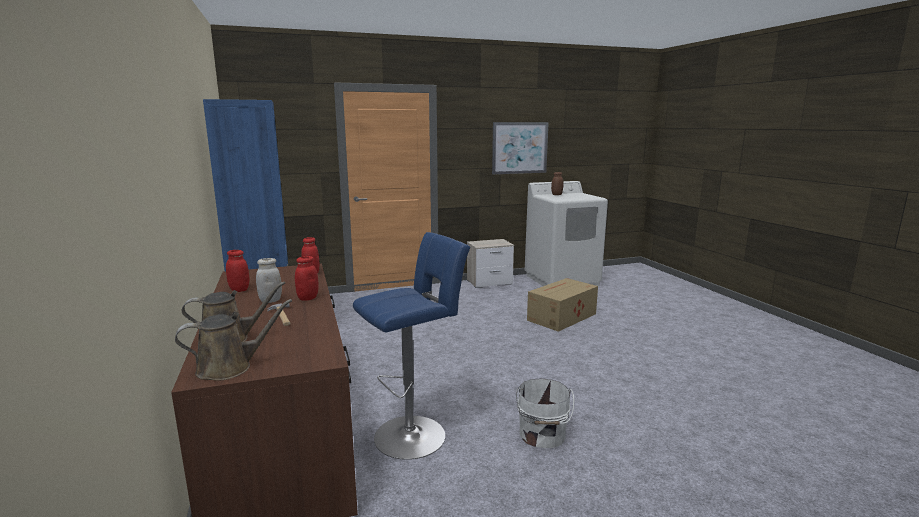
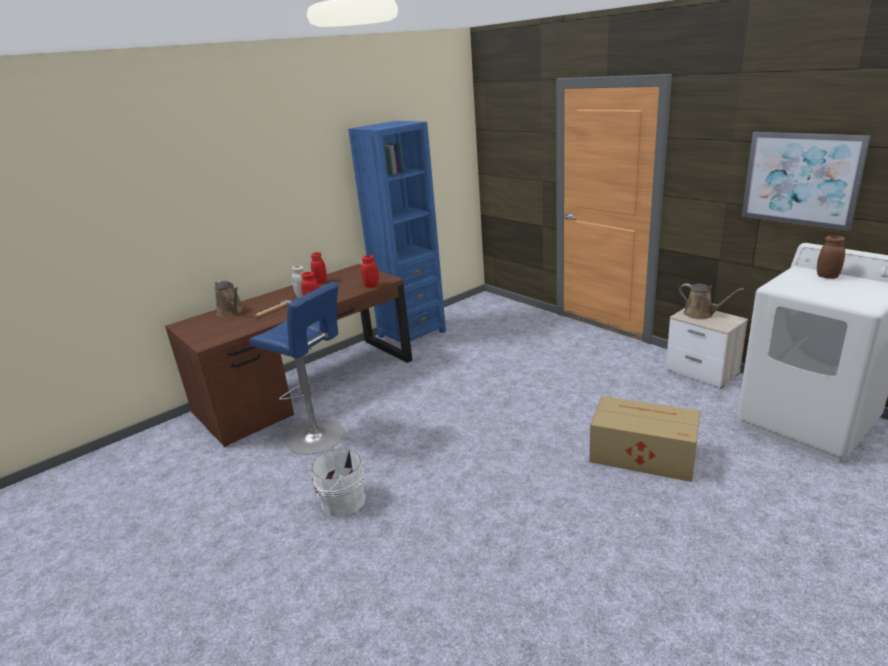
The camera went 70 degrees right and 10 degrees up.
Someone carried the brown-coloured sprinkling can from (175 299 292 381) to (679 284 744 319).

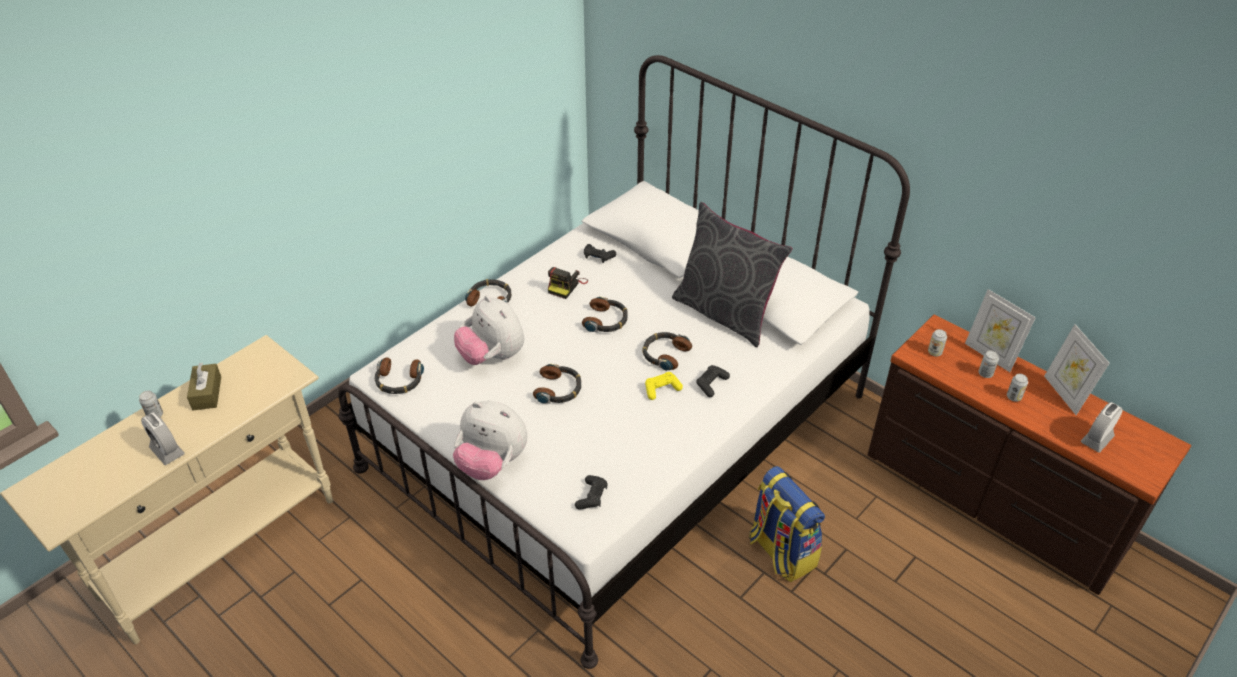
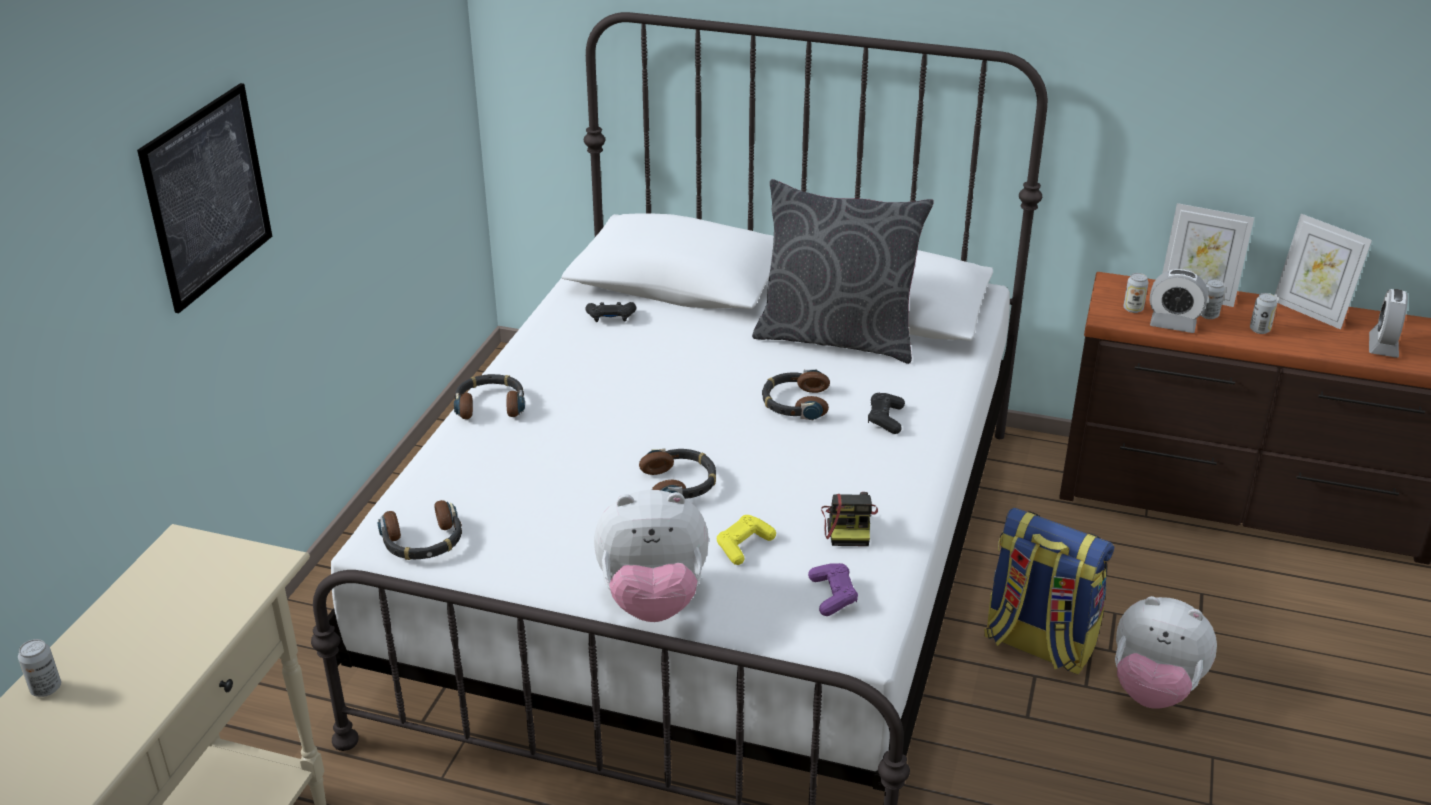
The camera went 25 degrees left and 10 degrees down.
Someone took away the brown-coloured box of tissues at (187 363 221 410).
Someone took away the pair of headphones at (582 296 628 332).
Someone put up the wall picture at (137 83 272 313).
Someone carried the bedside clock from (141 412 185 465) to (1150 269 1208 333).
Someone carried the plush toy from (454 295 524 365) to (1115 596 1217 709).
Someone carried the photo camera from (548 267 588 299) to (821 492 878 546).
Someone carried the yellow game controller from (645 372 683 400) to (717 515 776 565).
Someone repainted the black-coloured game controller at (575 475 607 510), which became the purple game controller at (808 563 858 616).

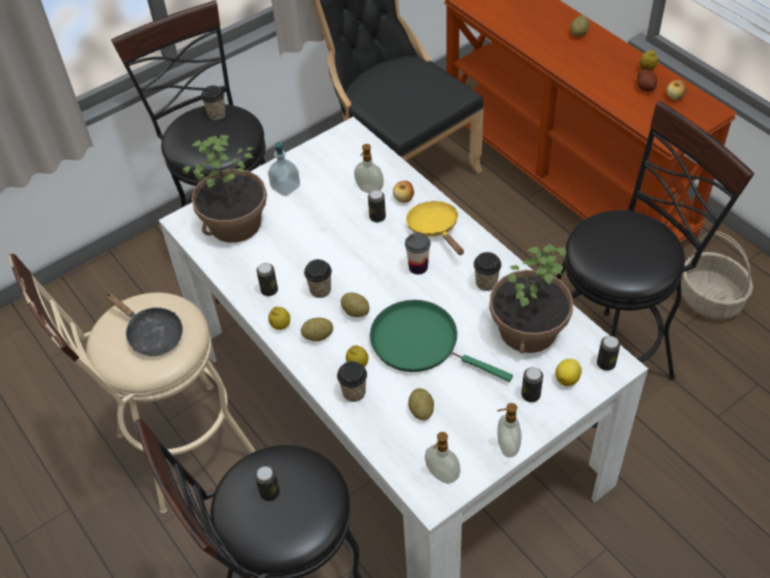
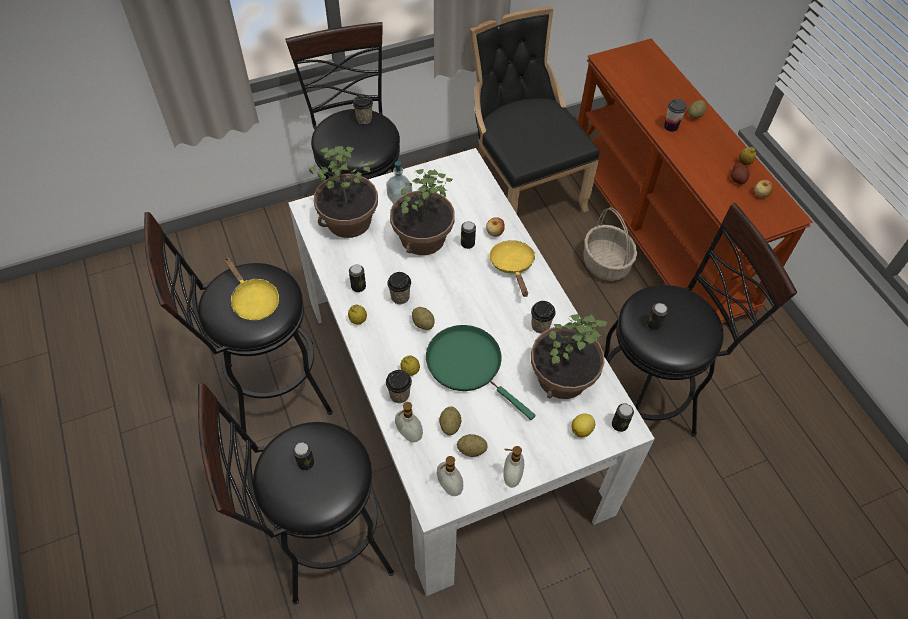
The camera went 10 degrees right and 5 degrees up.
Someone put down the plant in a pot at (390 169 455 255).
Someone carried the potato from (301 318 333 341) to (457 434 488 457).
Someone carried the soap bottle from (354 144 384 193) to (395 402 423 442).
Someone carried the drinking cup from (405 233 431 275) to (664 99 687 132).
Someone carried the sealed can from (521 367 543 402) to (647 303 668 331).
Someone carried the basket from (681 231 753 319) to (583 208 637 281).
Someone repainted the beige-coloured sitting stool at (8 254 256 514), which became the black-coloured sitting stool at (144 212 333 440).
Someone repainted the black-coloured frying pan at (104 292 183 356), which became the yellow frying pan at (224 256 279 321).

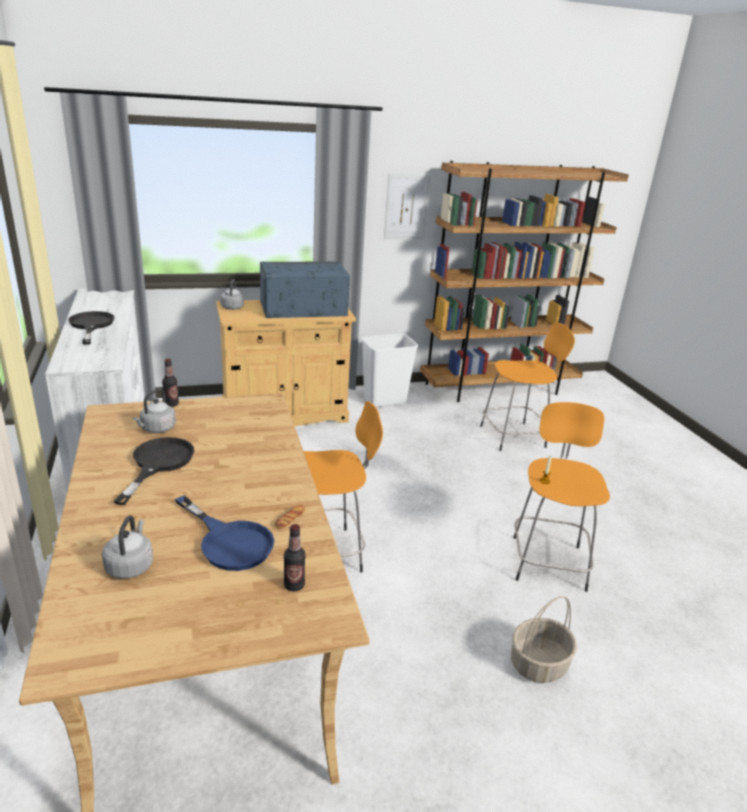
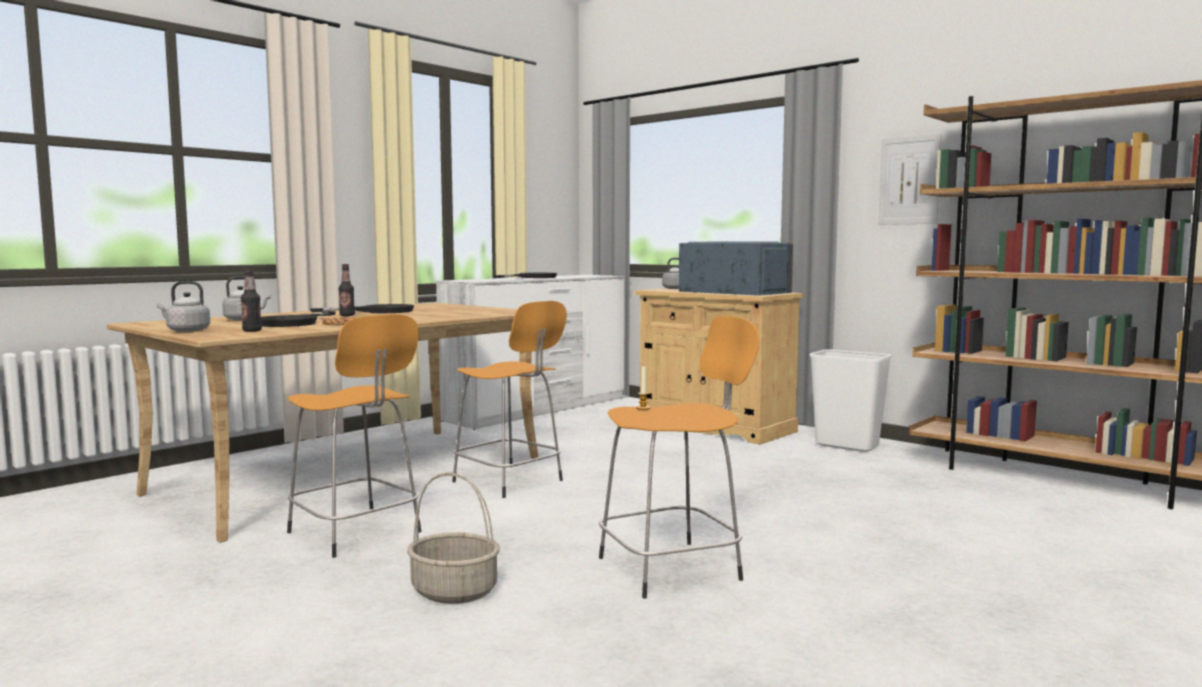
The camera went 60 degrees right and 20 degrees down.
Someone carried the grey tea kettle from (133 388 176 433) to (156 281 210 332).
Someone carried the beverage bottle from (162 359 179 407) to (339 264 355 316).
Someone carried the orange-coloured sitting stool from (480 322 575 451) to (287 314 421 558).
Someone repainted the blue frying pan at (175 495 274 571), which became the black-coloured frying pan at (261 311 336 327).

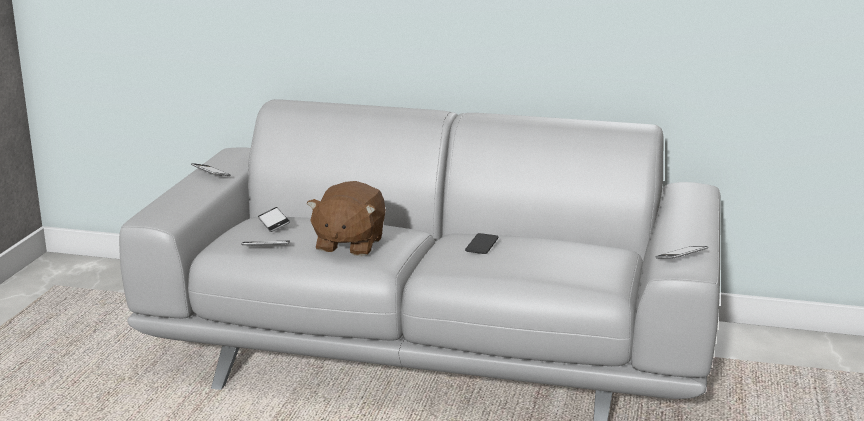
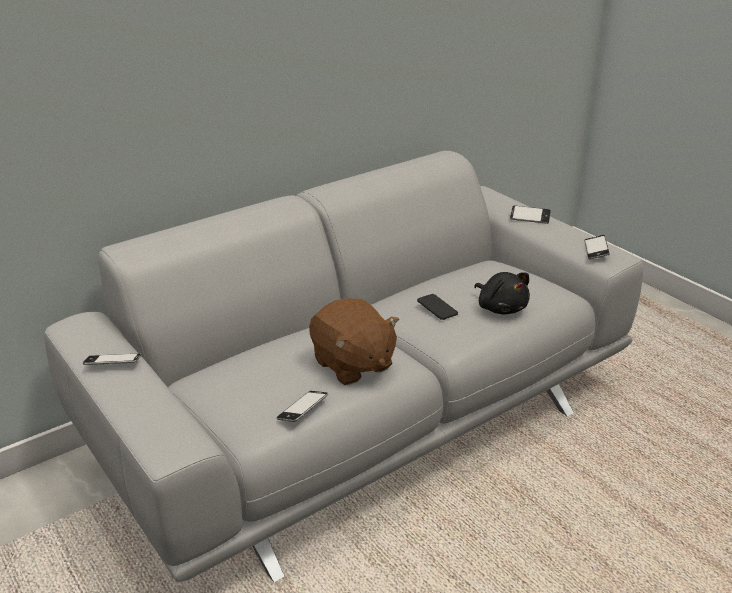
The camera went 50 degrees left and 10 degrees up.
Someone put down the black-coloured plush toy at (474 272 530 314).
Someone carried the phone from (258 207 290 232) to (510 205 551 224).

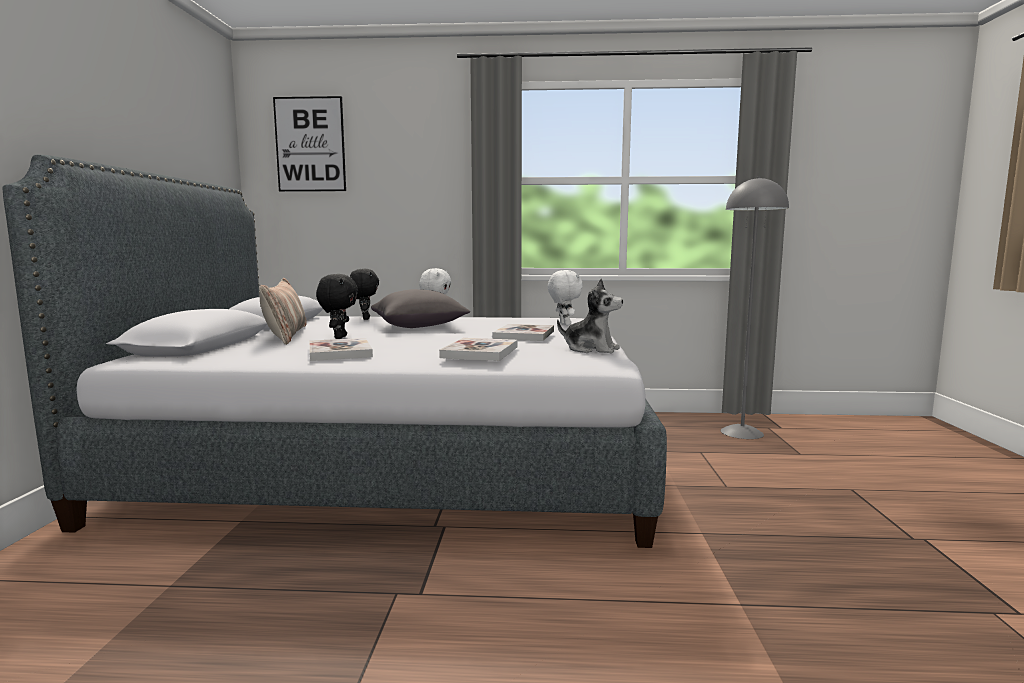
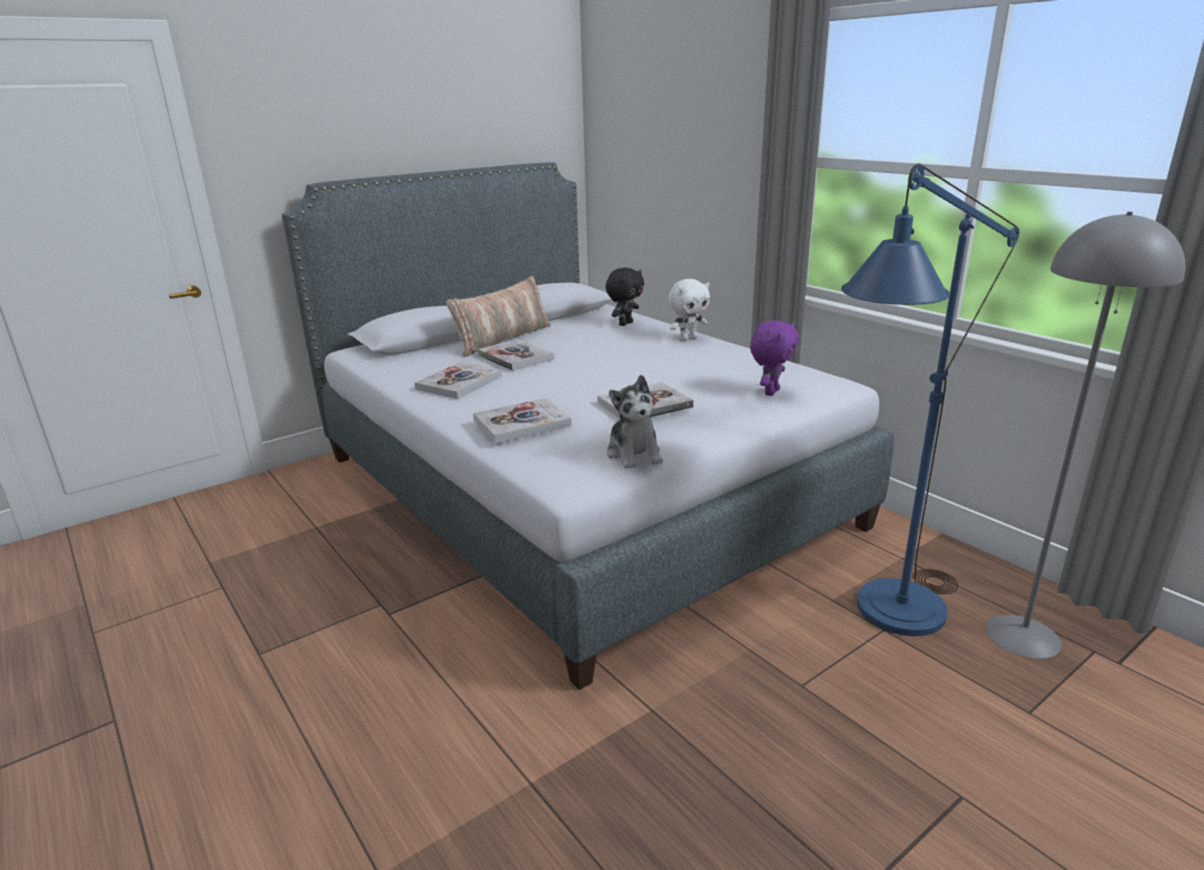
The camera went 50 degrees right and 15 degrees up.
Someone took away the wall picture at (273 96 346 192).
Someone took away the grey cushion at (371 289 470 328).
Someone put down the blue standing lamp at (841 164 1019 636).
Someone swapped the black-coloured plush toy at (316 274 358 339) for the book at (477 339 554 371).
Someone repainted the white plush toy at (548 270 583 325), which became the purple plush toy at (750 320 799 396).

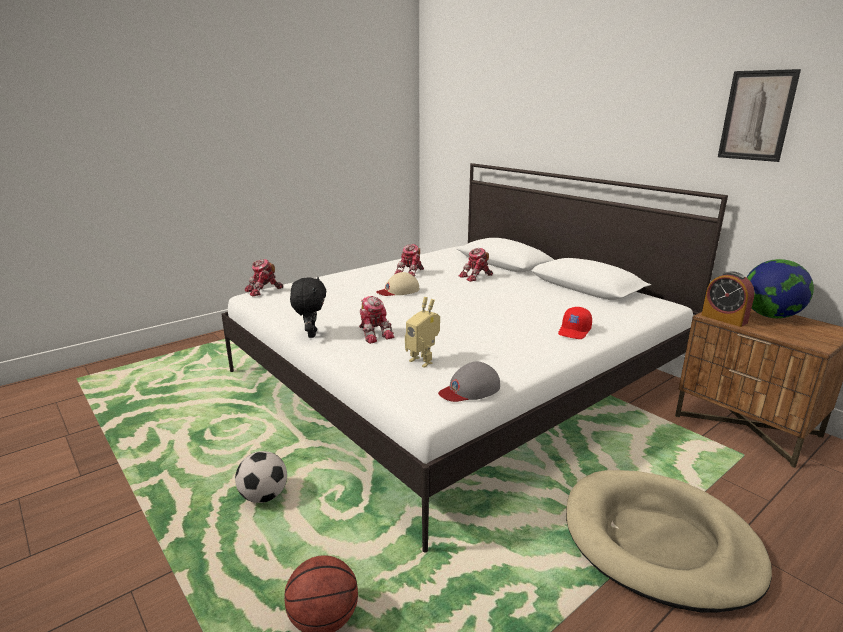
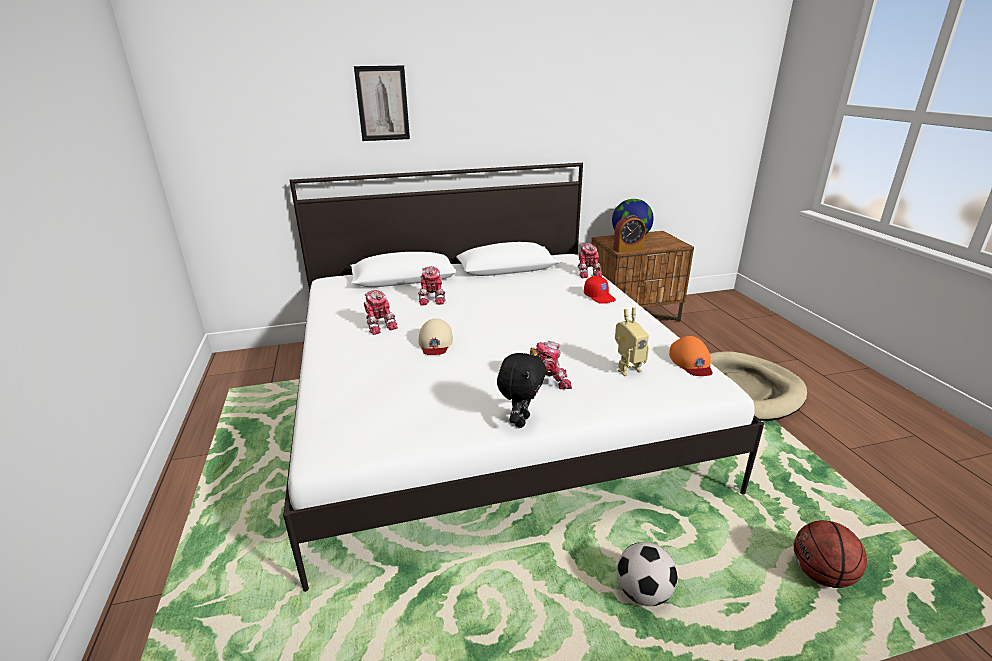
The camera went 65 degrees left and 5 degrees up.
Someone carried the toy robot from (245 259 283 297) to (578 243 602 278).
Someone carried the wall picture from (718 69 801 162) to (354 66 410 141).
Someone repainted the grey baseball cap at (438 362 500 402), which became the orange-coloured baseball cap at (669 336 713 376).
Someone rotated the black-coloured plush toy at (290 277 326 338) by 90 degrees clockwise.

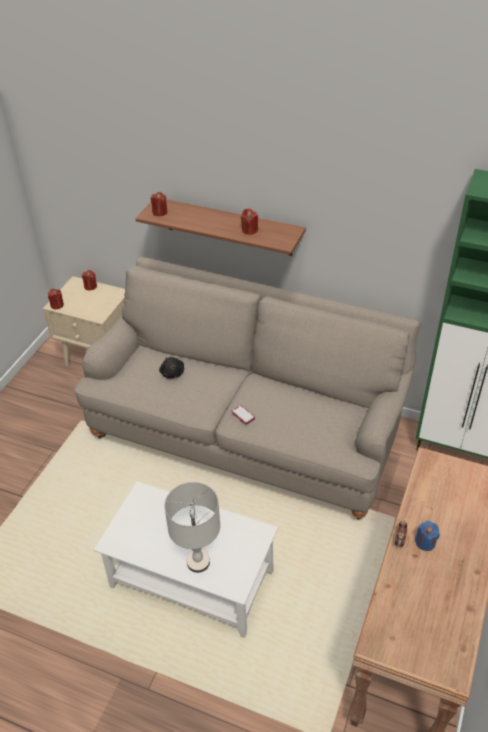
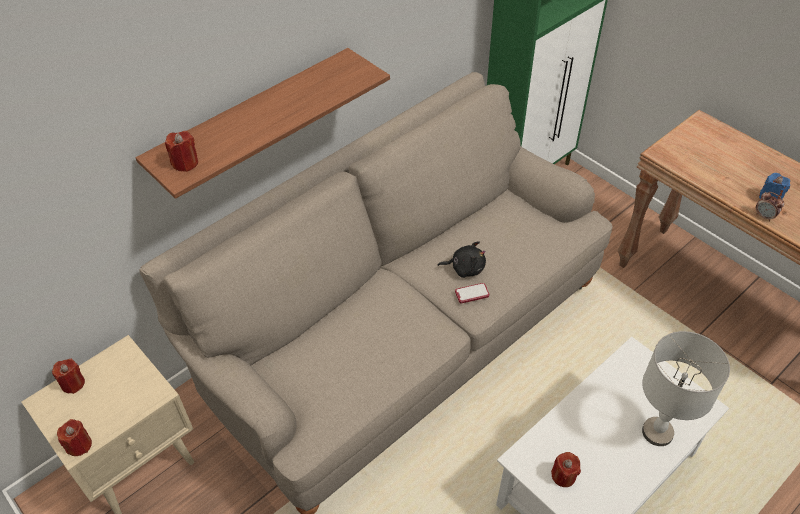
The camera went 65 degrees left and 5 degrees up.
Someone carried the black-coloured plush toy from (159 357 184 379) to (438 241 486 278).
Someone carried the red wax candle from (241 208 258 235) to (551 452 581 487).

